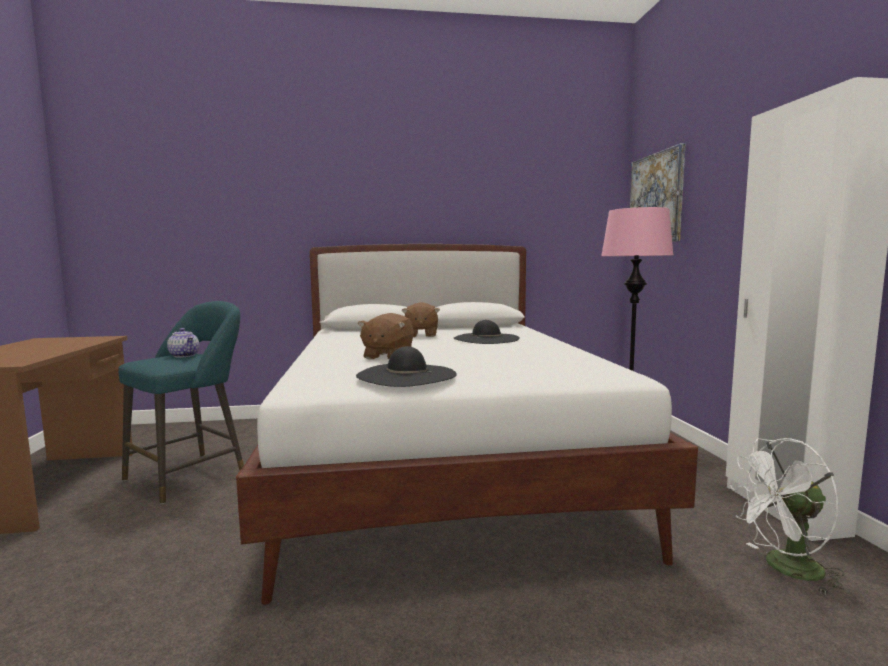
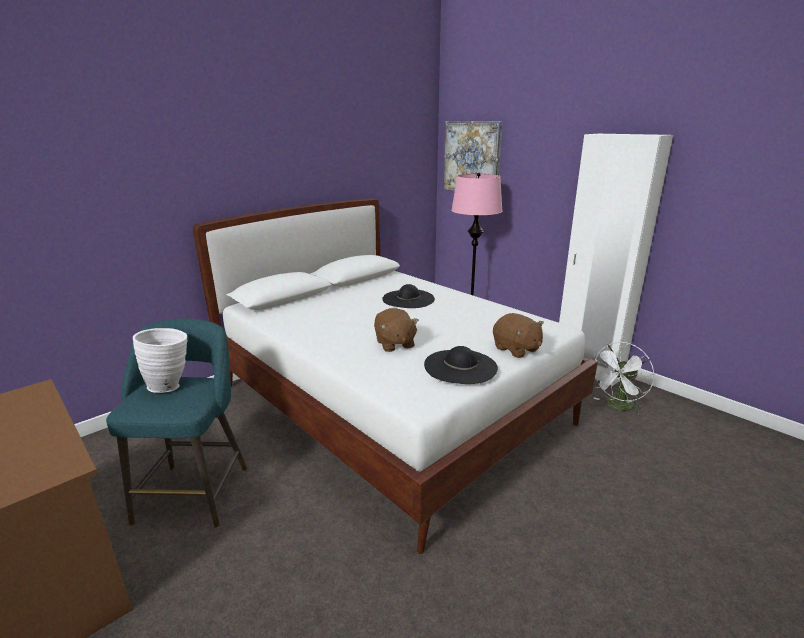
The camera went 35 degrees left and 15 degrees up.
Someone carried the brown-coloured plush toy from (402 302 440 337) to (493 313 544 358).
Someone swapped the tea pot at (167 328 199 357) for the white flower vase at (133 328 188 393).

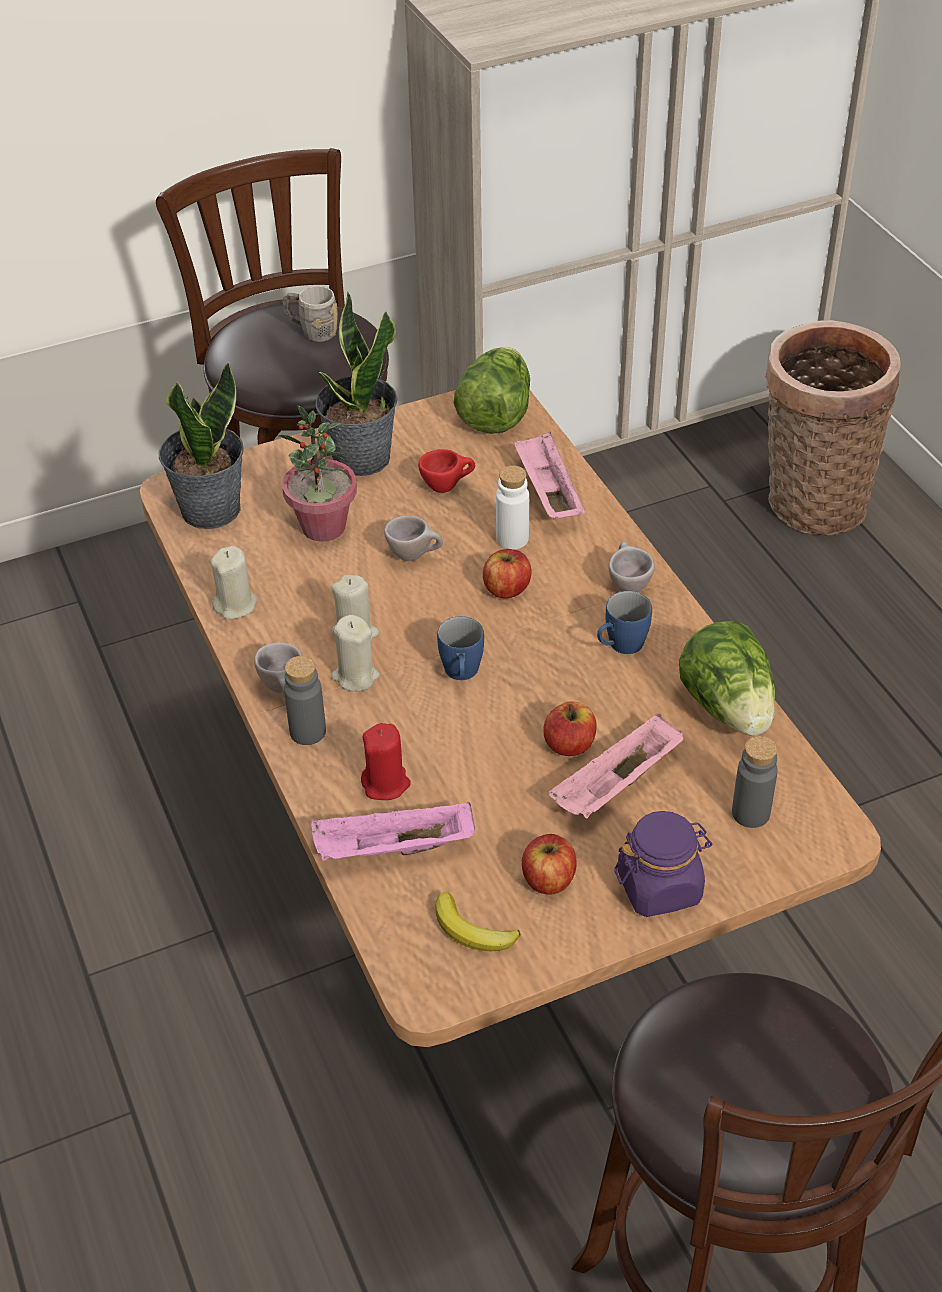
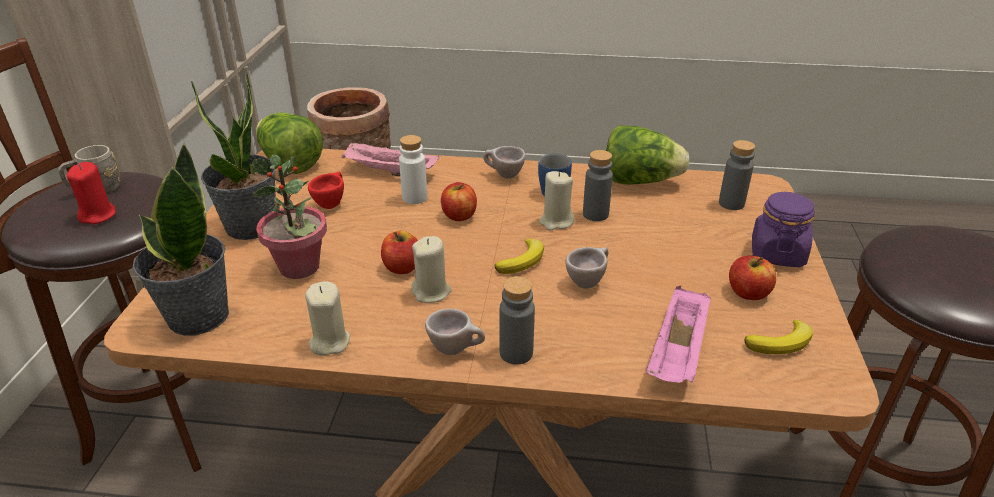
The camera went 60 degrees left and 10 degrees down.
Someone took away the pink carrying tray at (549 714 684 819).
Someone put down the grey beverage bottle at (583 150 613 221).
Someone carried the beige-coloured wax candle from (331 615 380 692) to (539 171 574 231).
Someone carried the red wax candle from (361 723 410 800) to (66 162 116 224).
Someone carried the beige-coloured drinking cup from (384 516 443 561) to (565 247 608 289).
Someone carried the whole apple from (543 701 597 756) to (381 231 418 274).
Someone swapped the blue mug at (437 616 484 680) for the whole banana at (494 239 544 274).

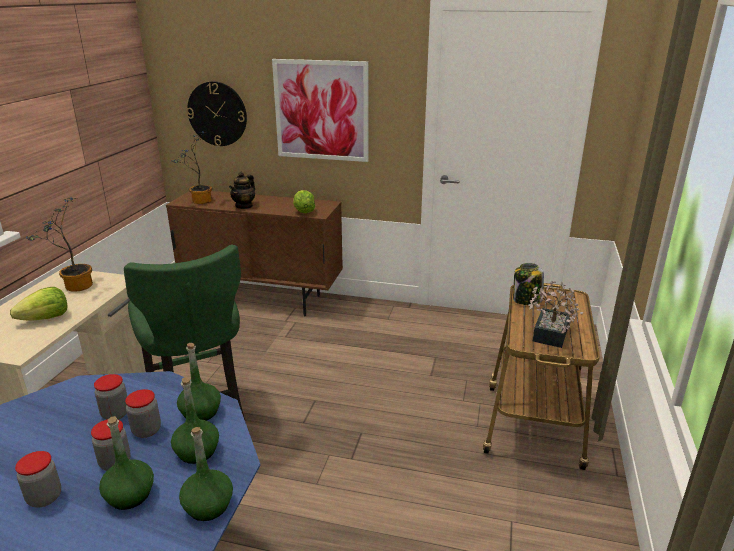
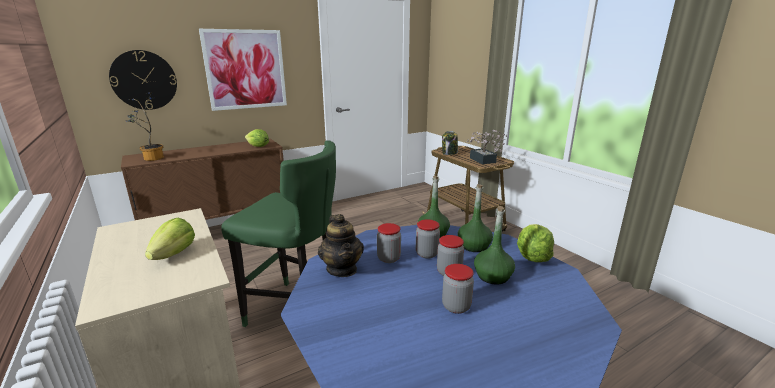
The camera went 45 degrees left and 5 degrees down.
Someone took away the plant in a pot at (26 197 93 292).
Someone carried the tea pot from (229 172 255 209) to (318 214 364 277).
Someone swapped the green-coloured beverage bottle at (179 427 233 521) for the lettuce at (517 224 554 262).

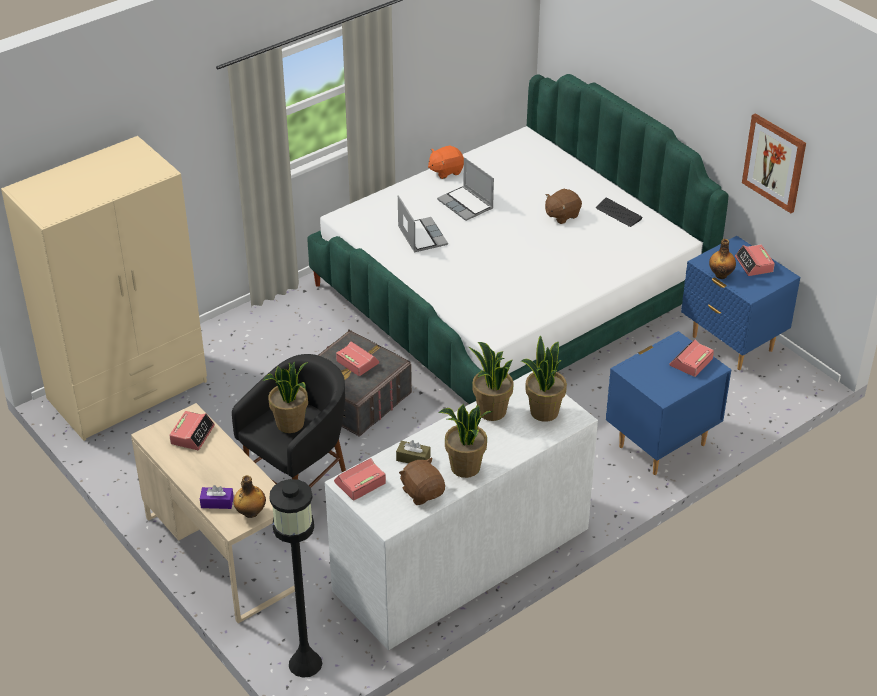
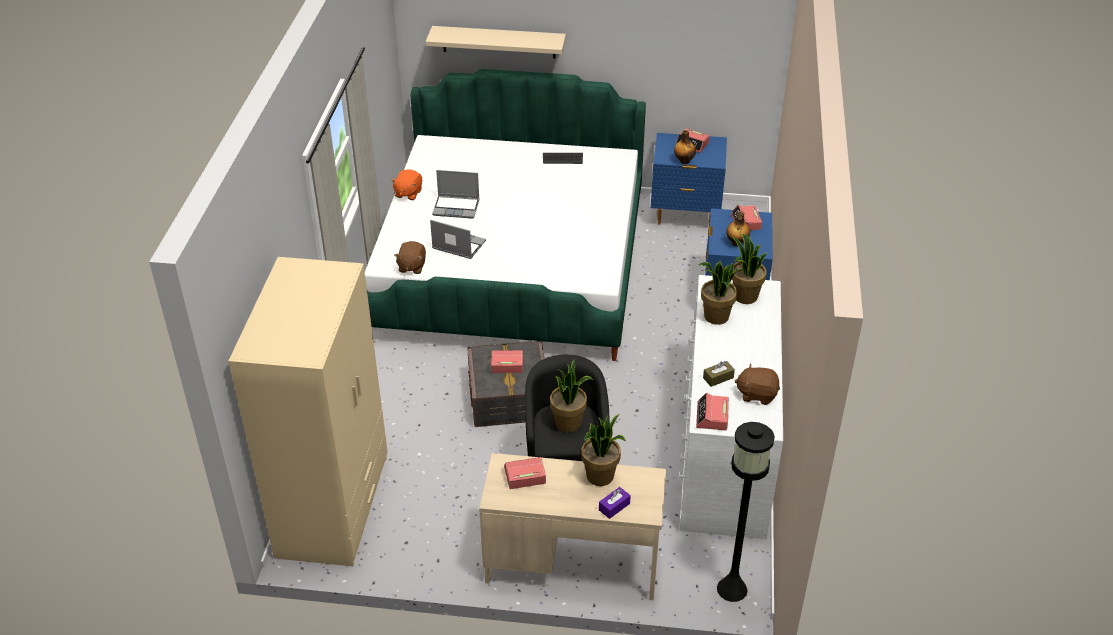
The camera went 45 degrees left and 0 degrees up.
Someone took away the wall picture at (742 113 806 213).
Someone put up the beige-coloured bracket shelf at (426 26 566 59).
Someone carried the beverage bottle from (233 475 266 518) to (726 211 750 246).
Someone carried the plant in a pot from (438 404 493 478) to (581 414 626 486).
Someone carried the brown-coloured plush toy from (545 189 582 224) to (394 241 426 274).
Someone rotated the bedside clock at (169 411 215 450) by 75 degrees counterclockwise.

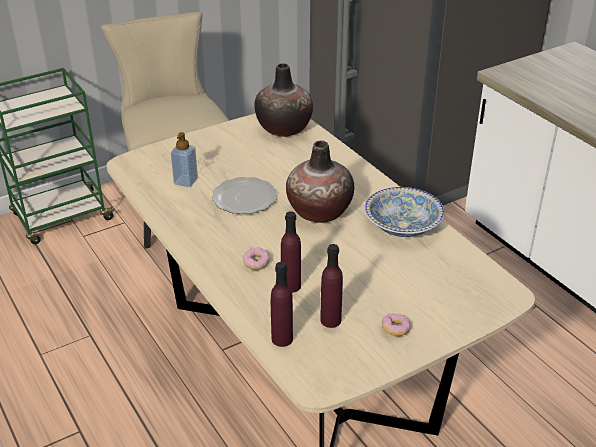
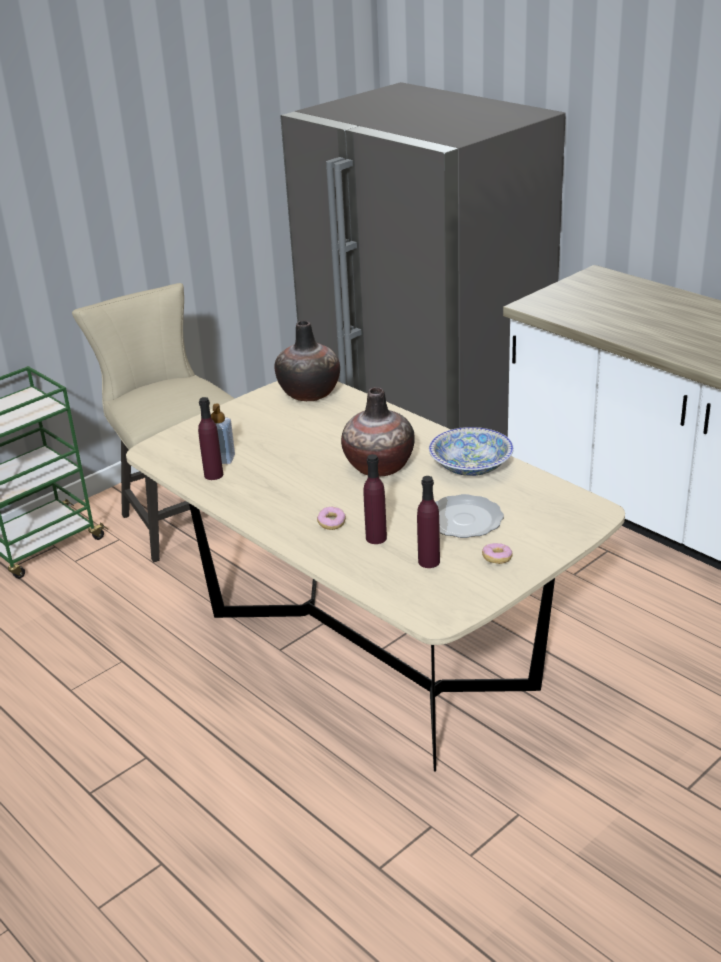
The camera went 10 degrees left and 5 degrees down.
Someone carried the plate from (212 177 277 214) to (436 494 504 538).
Someone carried the purple beverage bottle from (271 262 293 347) to (198 397 223 480).

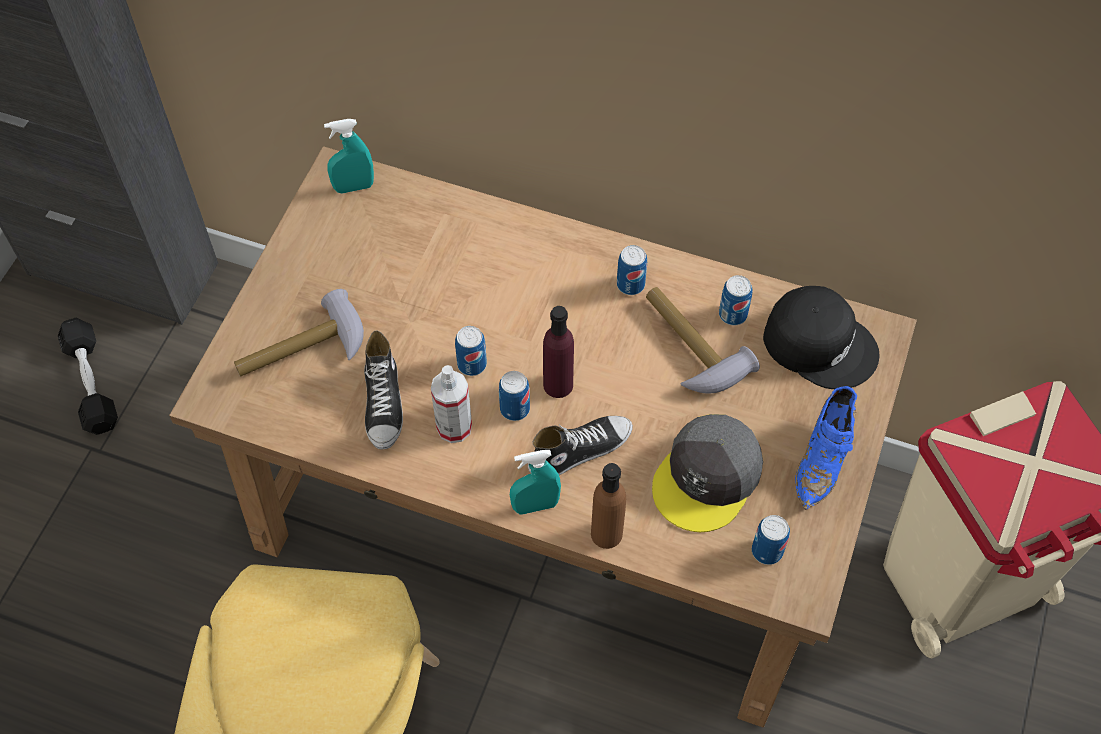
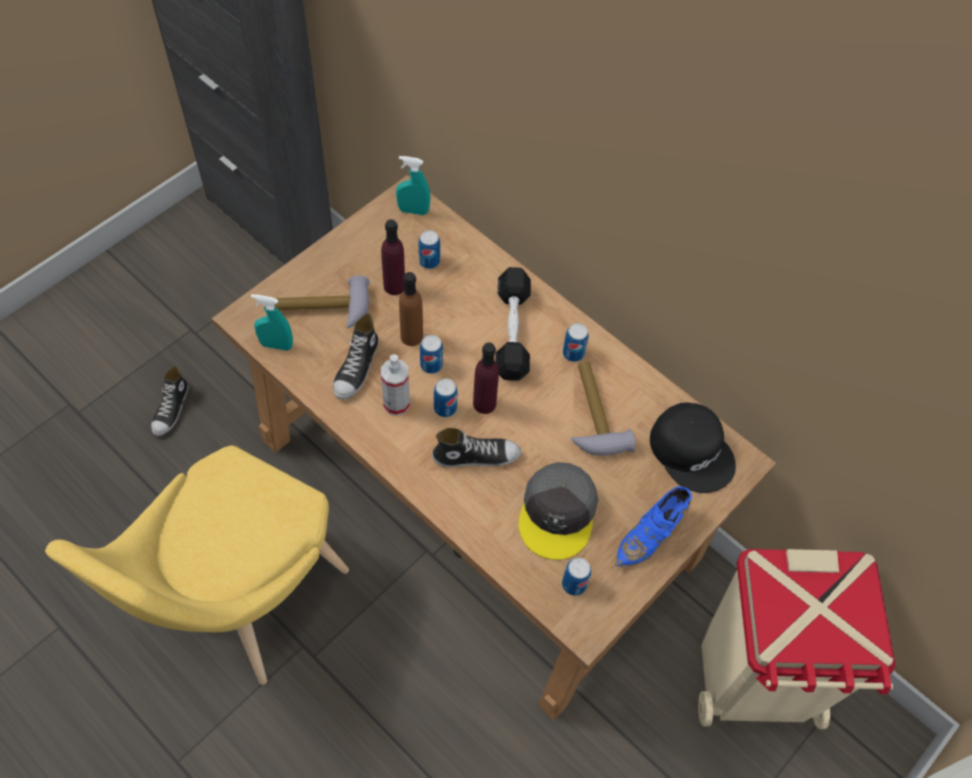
The camera went 20 degrees right and 0 degrees up.
Someone put down the shoe at (151 365 189 436).
Someone put down the purple beverage bottle at (381 219 405 295).
Someone carried the black-coloured dumbbell from (58 318 118 435) to (495 267 531 381).
Someone carried the turquoise-coloured sprayer from (510 450 561 514) to (251 294 293 351).
Someone carried the brown-coloured beverage bottle from (591 463 626 549) to (399 272 423 346).
Someone carried the sealed can from (719 275 753 325) to (418 230 440 269).
Someone rotated the grey baseball cap at (652 414 763 532) by 45 degrees counterclockwise.

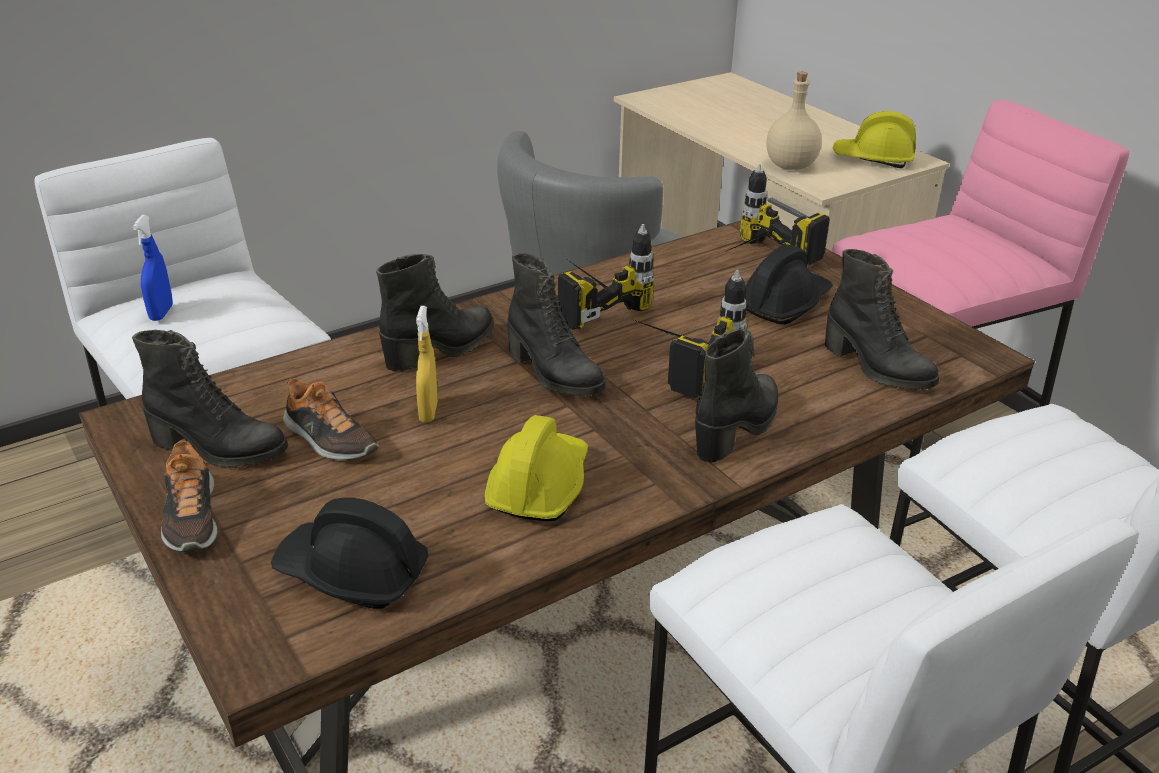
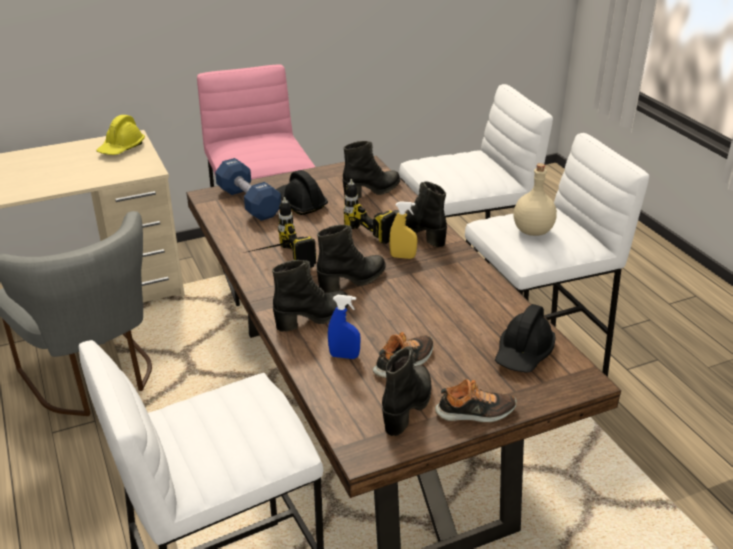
The camera went 80 degrees left and 0 degrees up.
Someone took away the yellow work helmet at (485 415 588 521).
Someone carried the blue sprayer from (132 215 173 321) to (328 295 361 359).
Someone carried the yellow sprayer from (416 306 438 423) to (389 201 417 259).
Someone carried the beige-coloured beverage bottle from (766 72 822 170) to (514 163 557 236).
Someone swapped the electric drill at (725 164 830 265) for the blue dumbbell at (215 158 281 221).
Someone rotated the black-coloured tall boot at (376 254 493 372) by 90 degrees clockwise.

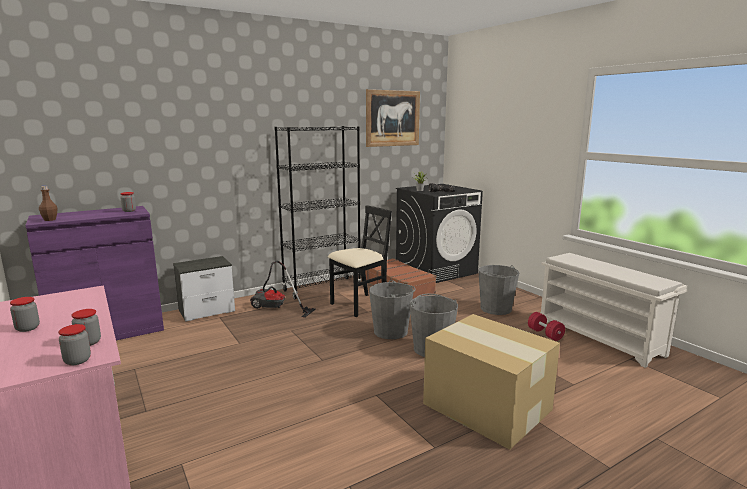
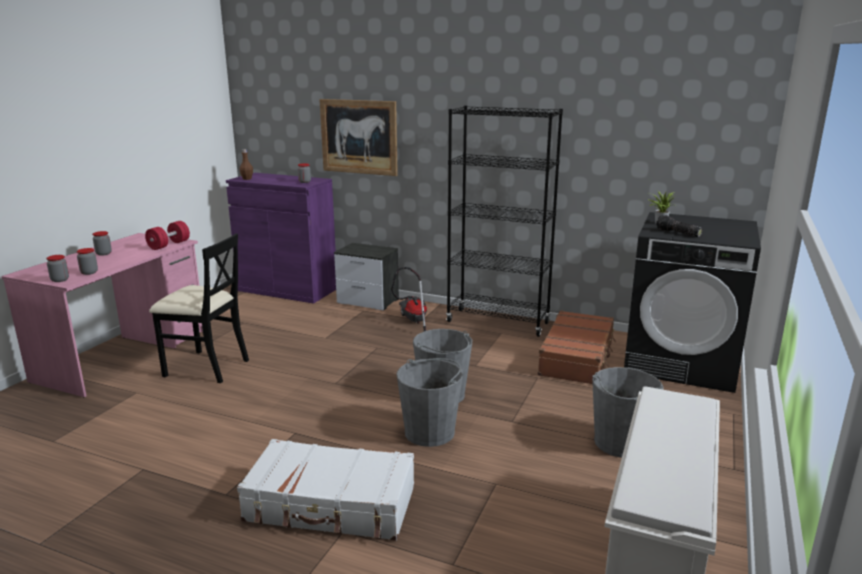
The camera went 55 degrees right and 5 degrees up.
Someone carried the black-coloured chair from (328 205 392 317) to (149 234 249 383).
Someone carried the wall picture from (366 89 420 147) to (319 99 398 176).
Someone carried the red dumbbell from (528 312 565 341) to (145 221 190 250).
Someone swapped the cardboard box at (423 314 560 450) for the white travel case at (237 439 414 541).

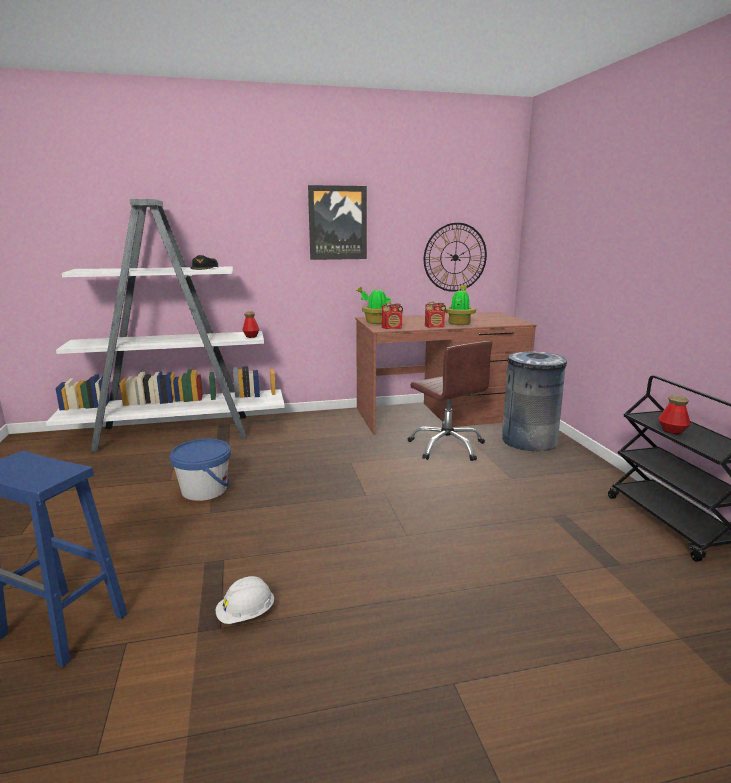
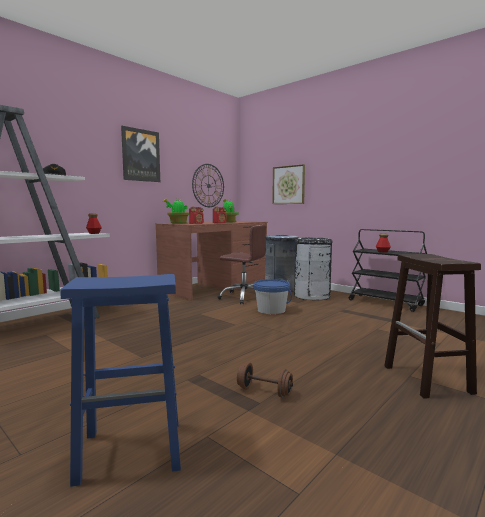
The camera went 35 degrees left and 10 degrees down.
Someone put up the wall picture at (272 164 305 204).
Someone put down the black-coloured trash can at (294 237 333 300).
Someone put down the brown-coloured sitting stool at (384 254 481 399).
Someone carried the blue water bucket from (170 439 231 501) to (254 279 292 314).
Someone swapped the white work helmet at (216 576 274 624) for the brown-coloured dumbbell at (237 362 293 397).

